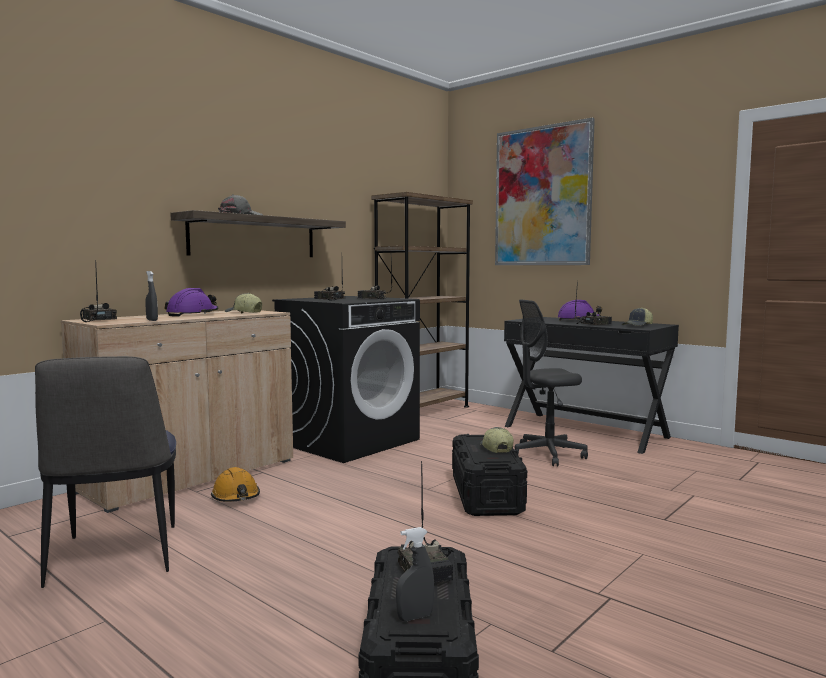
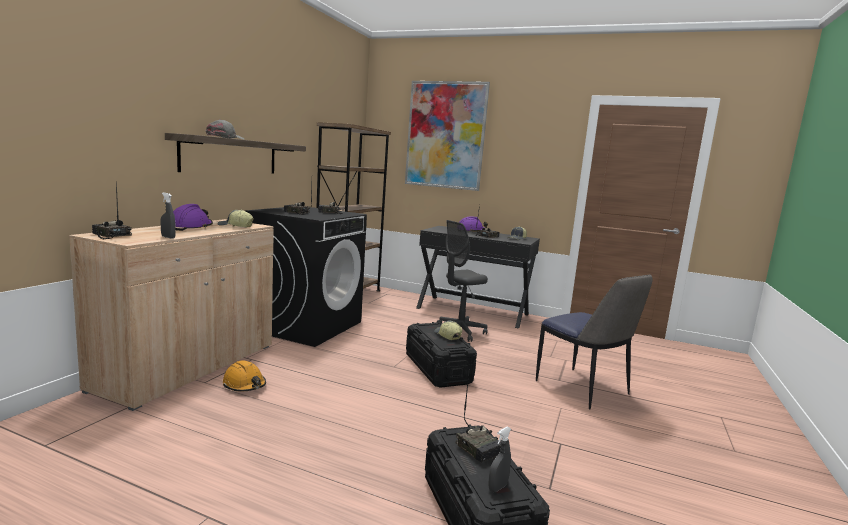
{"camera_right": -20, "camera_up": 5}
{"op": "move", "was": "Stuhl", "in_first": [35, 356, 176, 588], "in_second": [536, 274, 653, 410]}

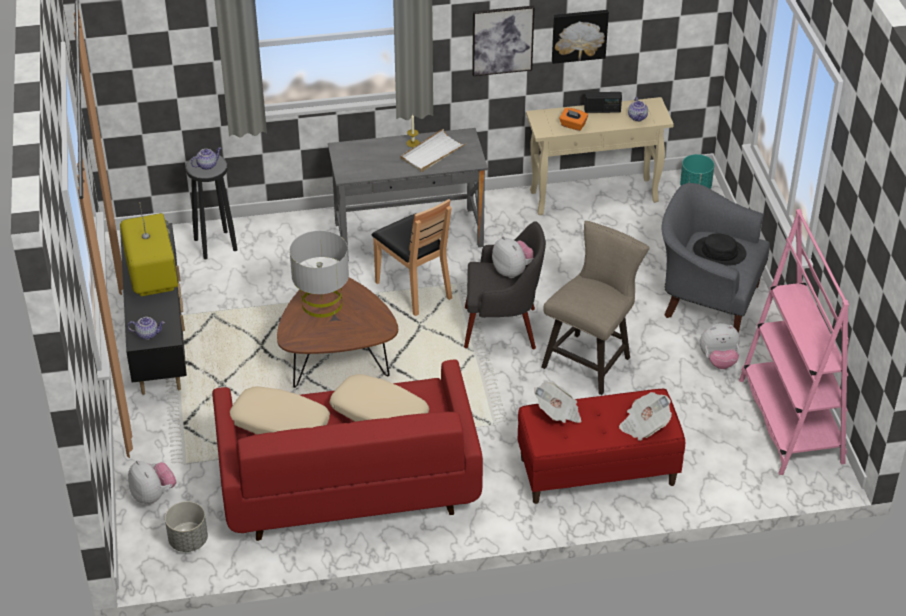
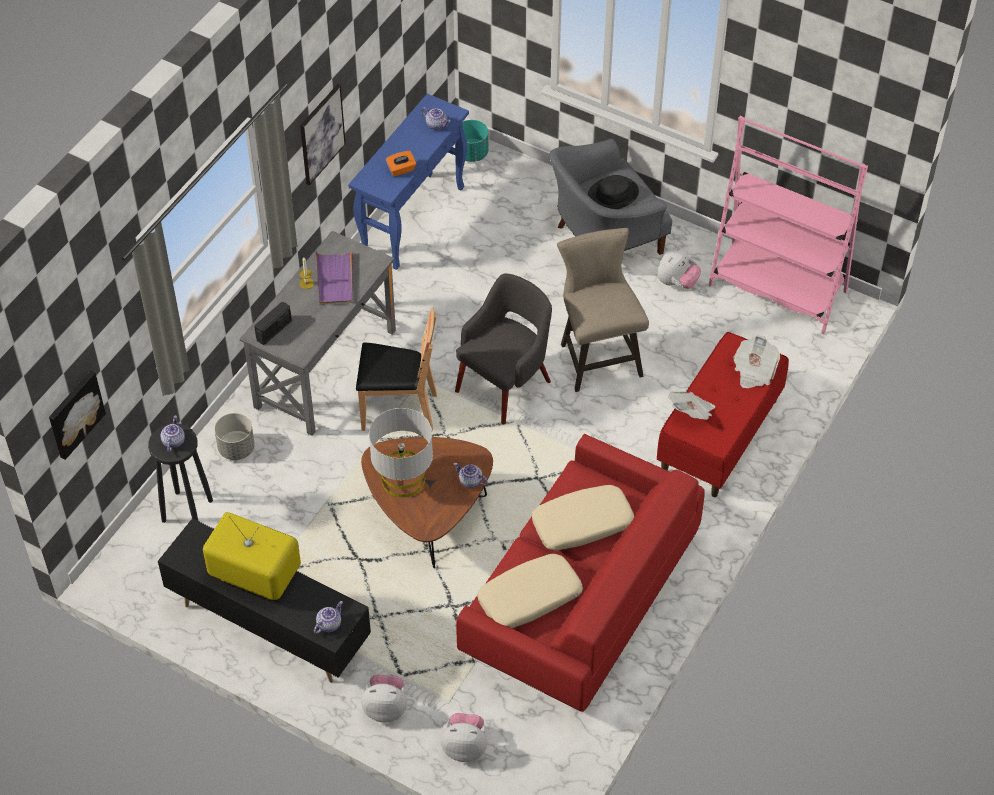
{"camera_right": -50, "camera_up": 10}
{"op": "move", "was": "Bild", "in_first": [552, 10, 609, 64], "in_second": [49, 371, 106, 460]}
{"op": "move", "was": "Pflanzkübel/grau", "in_first": [165, 501, 208, 552], "in_second": [214, 413, 255, 460]}
{"op": "move", "was": "Radio", "in_first": [584, 92, 622, 113], "in_second": [254, 302, 292, 345]}
{"op": "recolor", "was": "Tablett/weiß", "now": "Tablett/lila", "in_first": [401, 129, 467, 172], "in_second": [316, 250, 353, 305]}
{"op": "recolor", "was": "Konsolentisch/beige", "now": "Konsolentisch/blau", "in_first": [526, 97, 674, 215], "in_second": [348, 94, 469, 270]}
{"op": "move", "was": "Plüschtier", "in_first": [492, 236, 533, 278], "in_second": [361, 675, 407, 723]}
{"op": "insert", "now": "Teekanne", "in_second": [454, 463, 488, 488]}

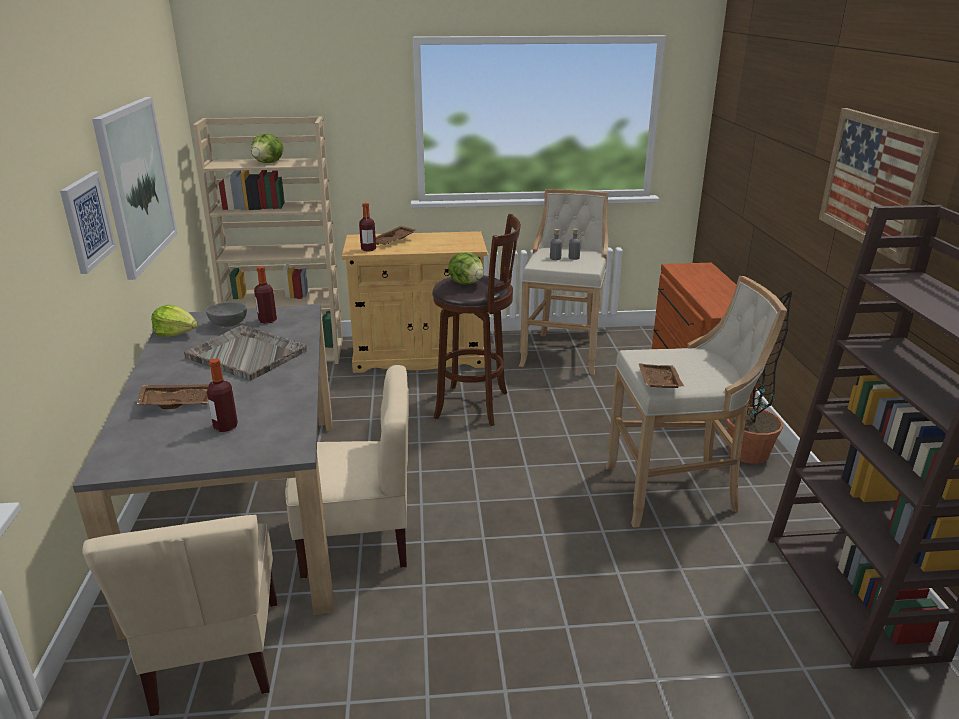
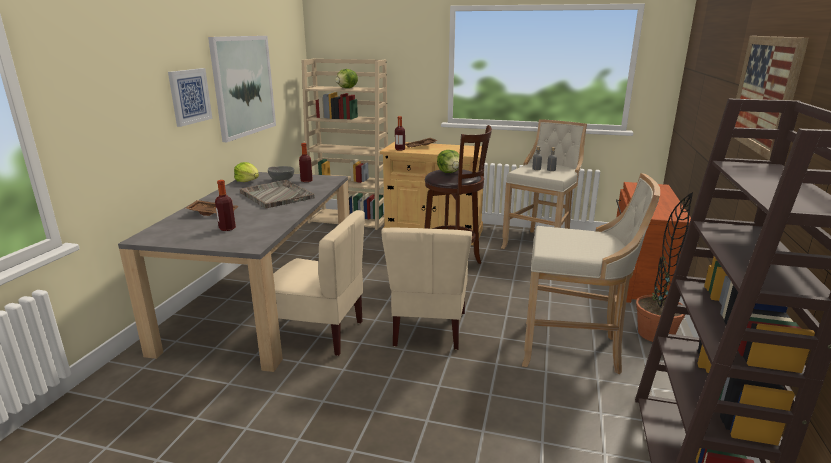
{"camera_right": 20, "camera_up": -5}
{"op": "move", "was": "Stuhl/beige", "in_first": [83, 515, 277, 716], "in_second": [382, 228, 472, 350]}
{"op": "delete", "was": "Tablett/braun", "in_first": [639, 363, 684, 388]}

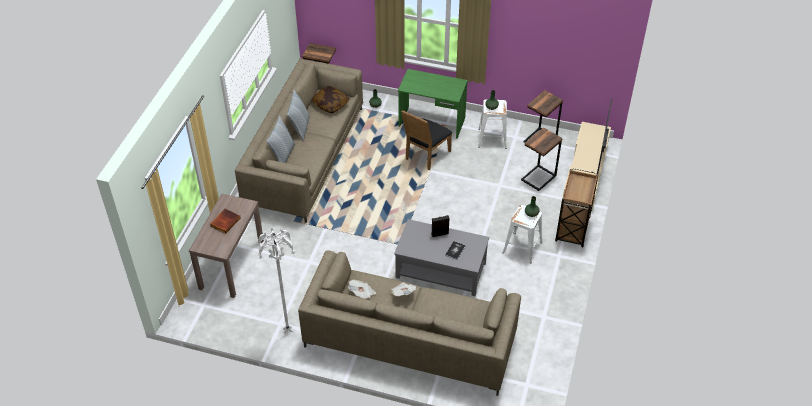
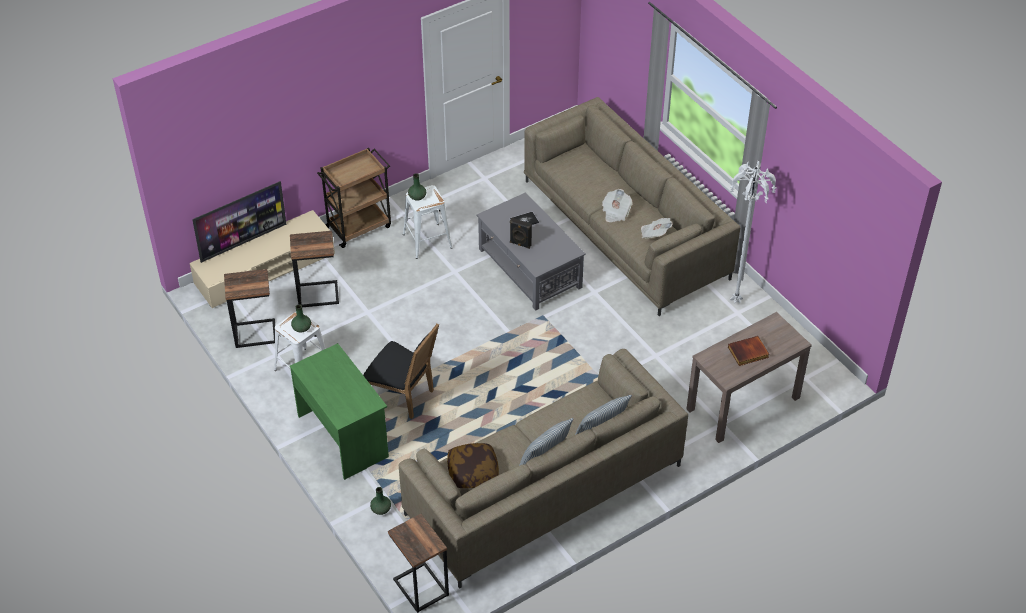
{"camera_right": -140, "camera_up": 0}
{"op": "rotate", "was": "Stuhl/schwarz", "in_first": [401, 110, 452, 170], "in_second": [363, 324, 439, 419], "clockwise": 45}

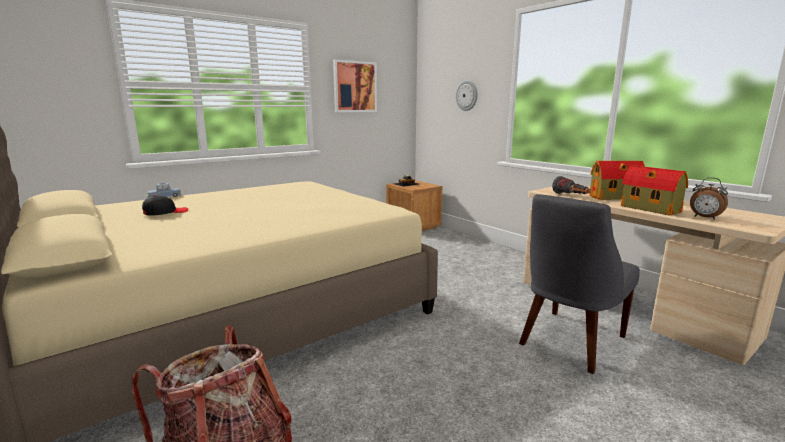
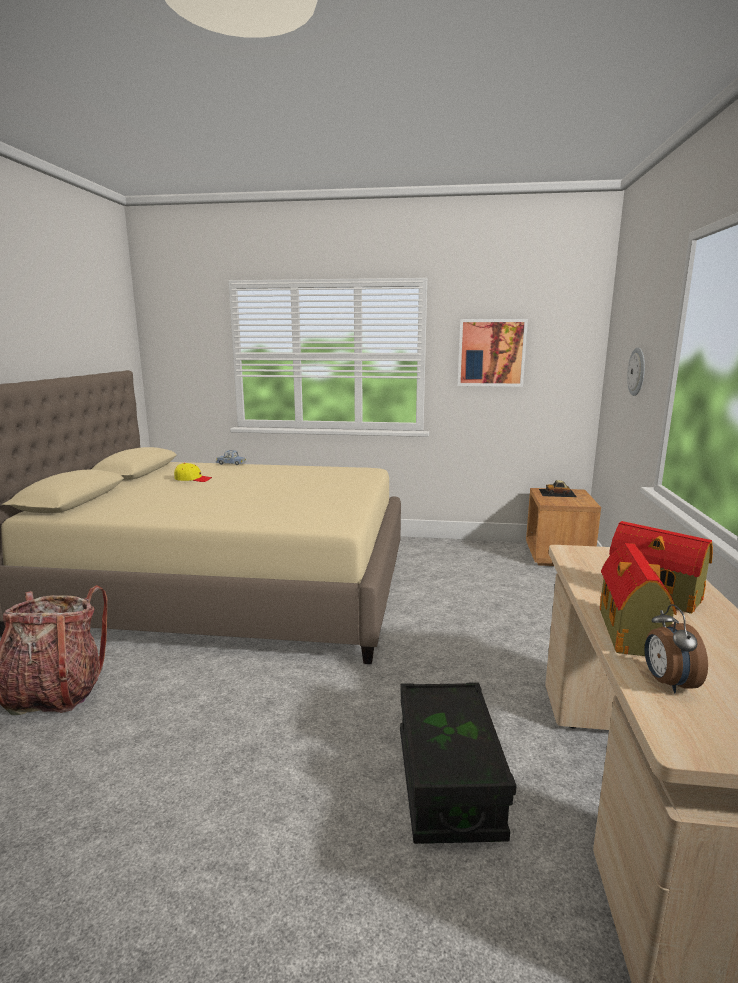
{"camera_right": 45, "camera_up": 0}
{"op": "recolor", "was": "Kappe/schwarz", "now": "Kappe/gelb", "in_first": [142, 195, 188, 216], "in_second": [174, 463, 212, 482]}
{"op": "replace", "was": "Stuhl/grau", "now": "Aufbewahrungsbox/schwarz", "in_first": [519, 194, 640, 374], "in_second": [400, 683, 517, 844]}
{"op": "delete", "was": "Taschenlampe", "in_first": [552, 176, 591, 194]}

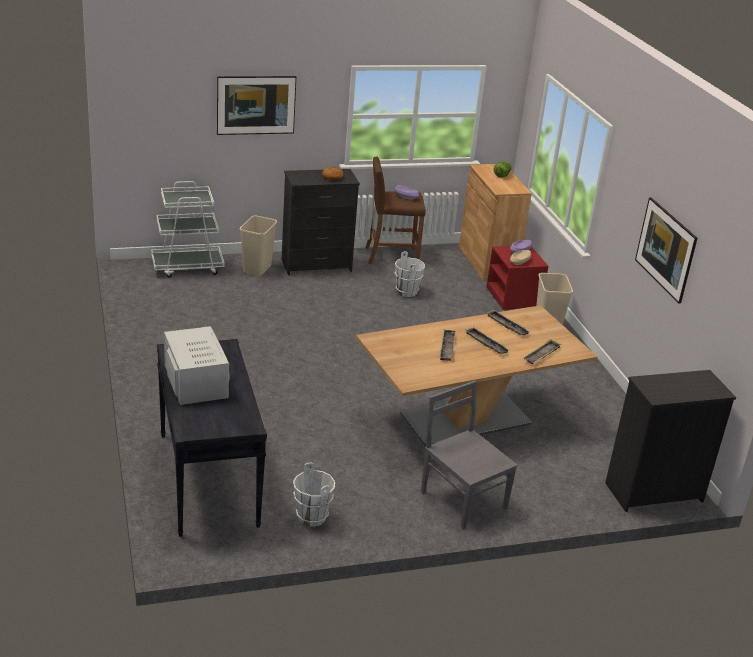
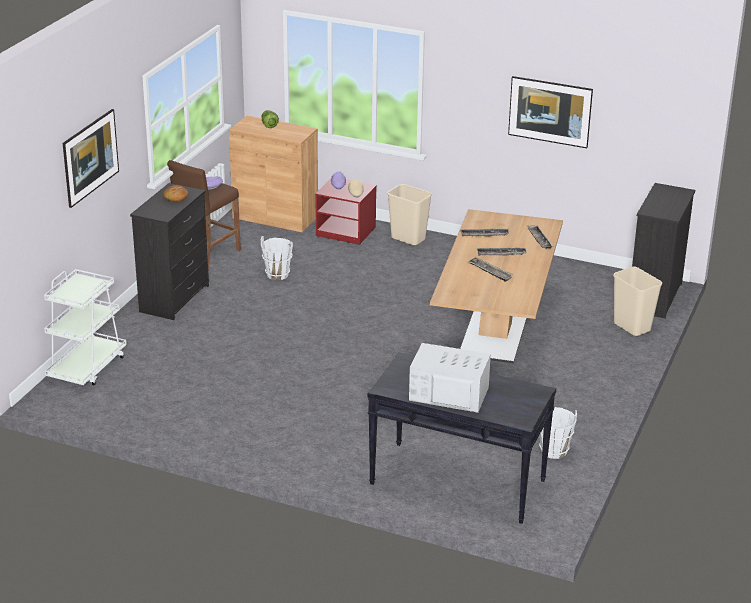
{"camera_right": -50, "camera_up": 0}
{"op": "move", "was": "Mülleimer/beige", "in_first": [240, 216, 277, 276], "in_second": [613, 266, 662, 336]}
{"op": "delete", "was": "Stuhl/grau", "in_first": [421, 381, 518, 529]}

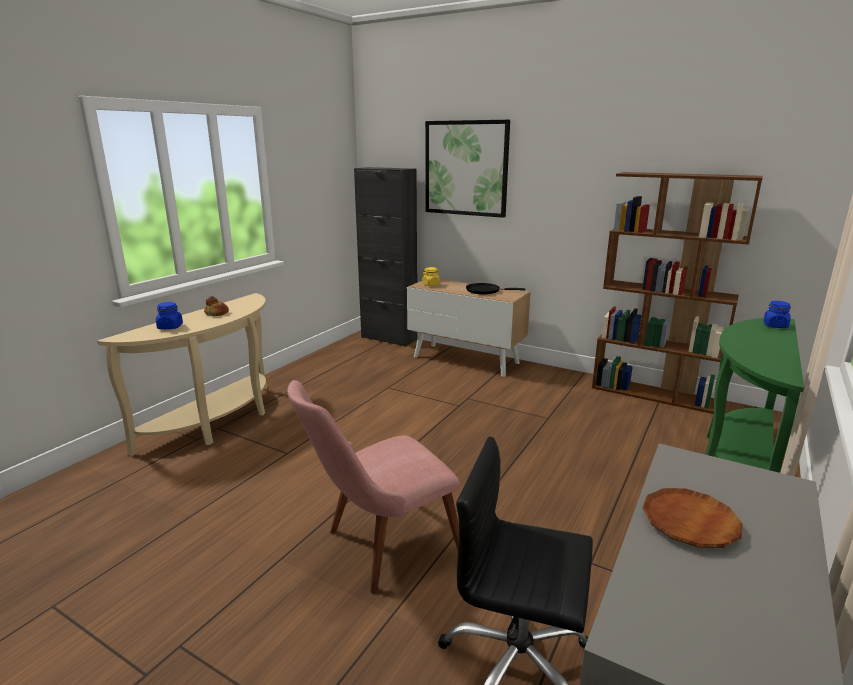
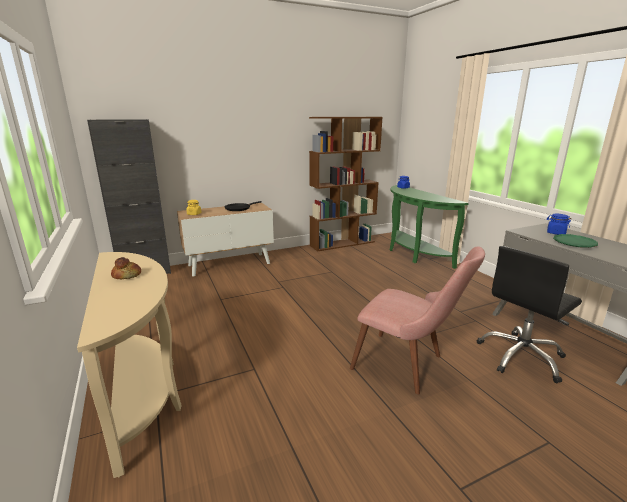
{"camera_right": -55, "camera_up": 0}
{"op": "rotate", "was": "Stuhl/rosa", "in_first": [287, 380, 460, 594], "in_second": [350, 246, 485, 395], "clockwise": -60}
{"op": "move", "was": "Vorratsglas/blau", "in_first": [156, 302, 183, 329], "in_second": [547, 214, 571, 235]}
{"op": "recolor", "was": "Teller/braun", "now": "Teller/grün", "in_first": [642, 488, 743, 548], "in_second": [553, 234, 598, 248]}
{"op": "delete", "was": "Bild", "in_first": [425, 120, 510, 218]}

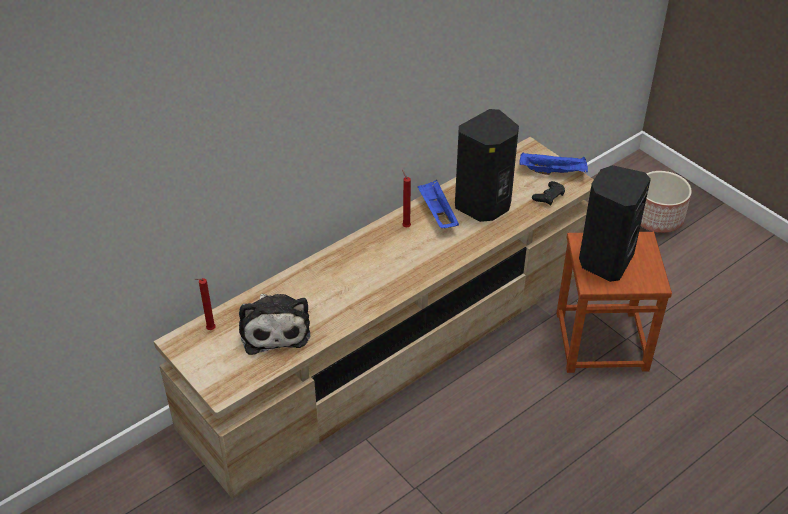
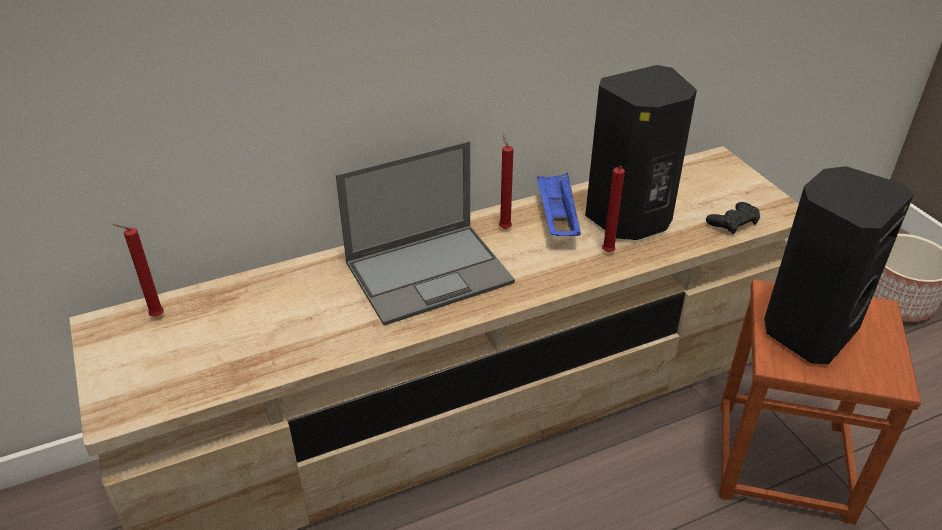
{"camera_right": 15, "camera_up": -5}
{"op": "insert", "now": "Laptop", "in_second": [336, 140, 515, 325]}
{"op": "insert", "now": "Kerze/rot", "in_second": [602, 166, 625, 252]}
{"op": "delete", "was": "Plüschtier", "in_first": [239, 294, 310, 355]}
{"op": "delete", "was": "Tablett/blau", "in_first": [519, 152, 588, 175]}

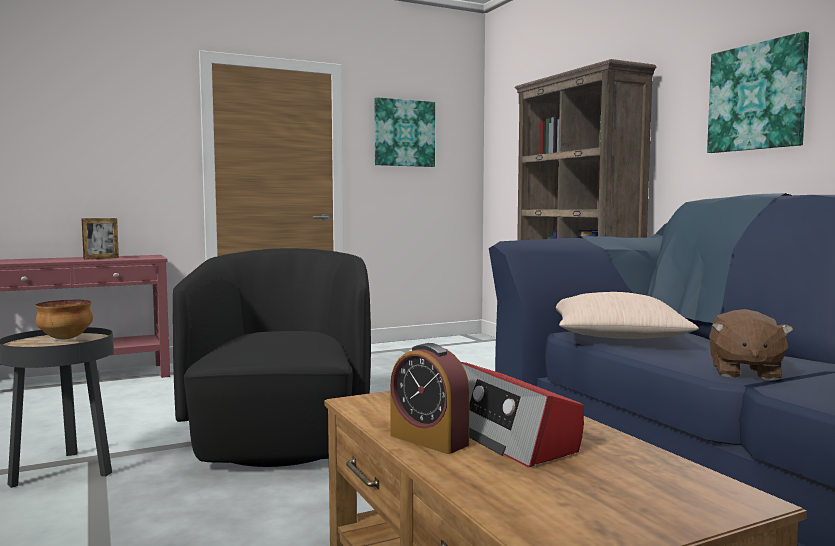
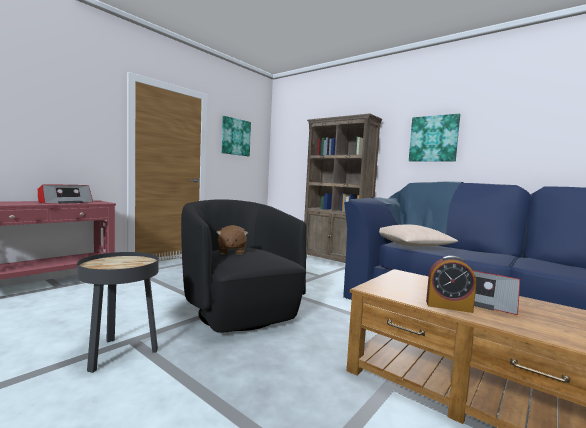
{"camera_right": -25, "camera_up": 0}
{"op": "replace", "was": "Bilderrahmen", "now": "Radio", "in_first": [82, 218, 119, 260], "in_second": [38, 184, 93, 204]}
{"op": "move", "was": "Plüschtier/braun", "in_first": [709, 309, 794, 381], "in_second": [216, 225, 248, 255]}
{"op": "delete", "was": "Schüssel", "in_first": [35, 300, 93, 340]}

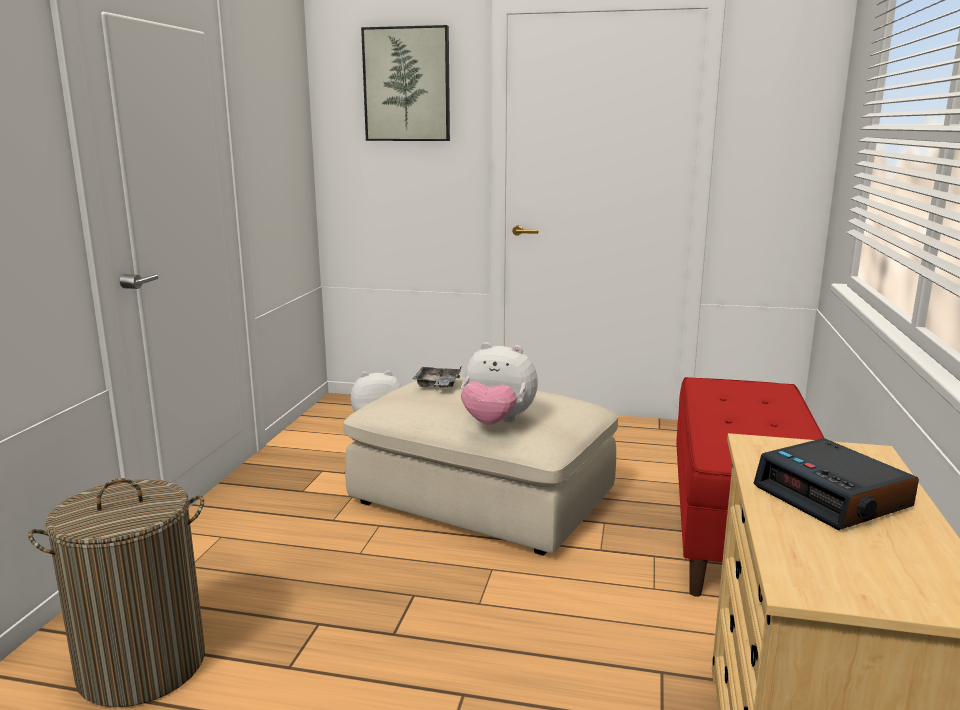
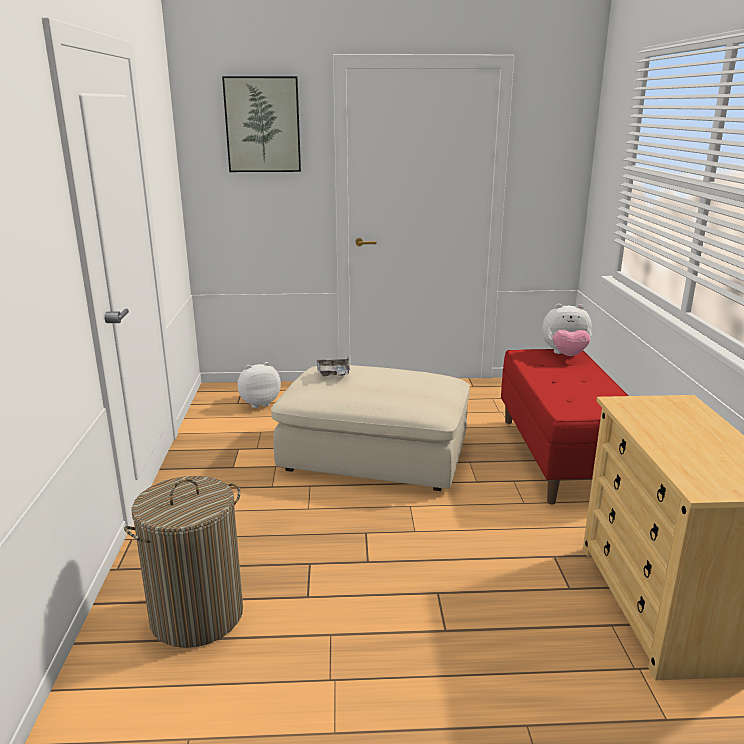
{"camera_right": -15, "camera_up": 5}
{"op": "move", "was": "Plüschtier", "in_first": [461, 342, 538, 425], "in_second": [542, 304, 592, 356]}
{"op": "delete", "was": "Wecker", "in_first": [754, 438, 919, 530]}

